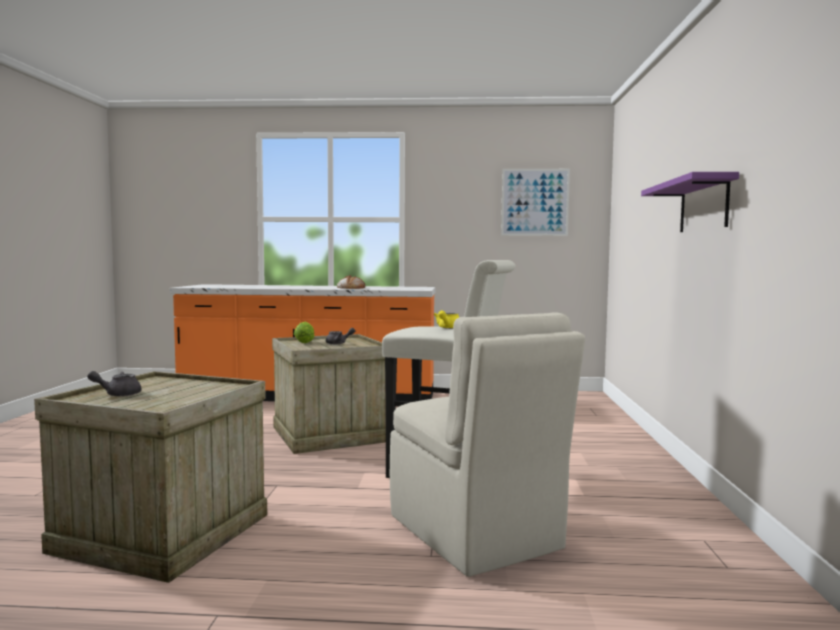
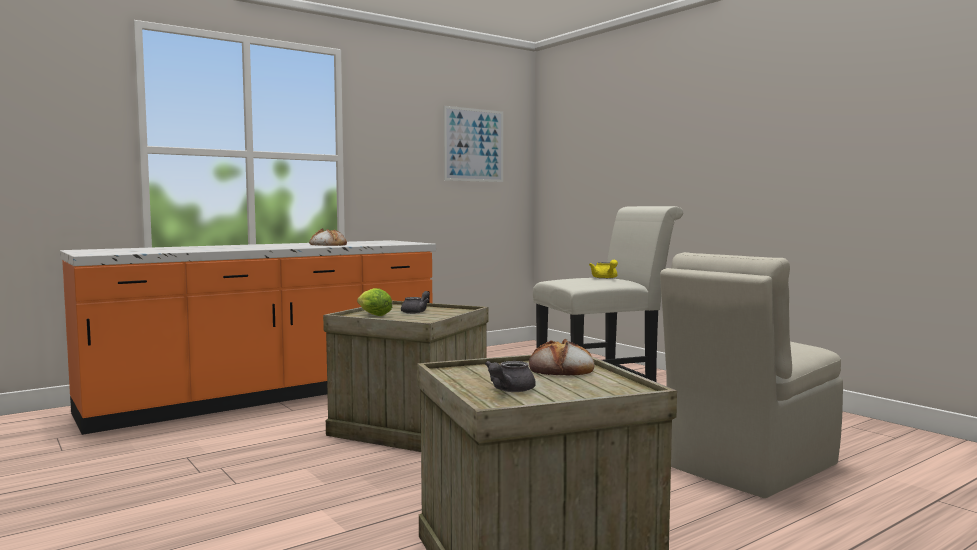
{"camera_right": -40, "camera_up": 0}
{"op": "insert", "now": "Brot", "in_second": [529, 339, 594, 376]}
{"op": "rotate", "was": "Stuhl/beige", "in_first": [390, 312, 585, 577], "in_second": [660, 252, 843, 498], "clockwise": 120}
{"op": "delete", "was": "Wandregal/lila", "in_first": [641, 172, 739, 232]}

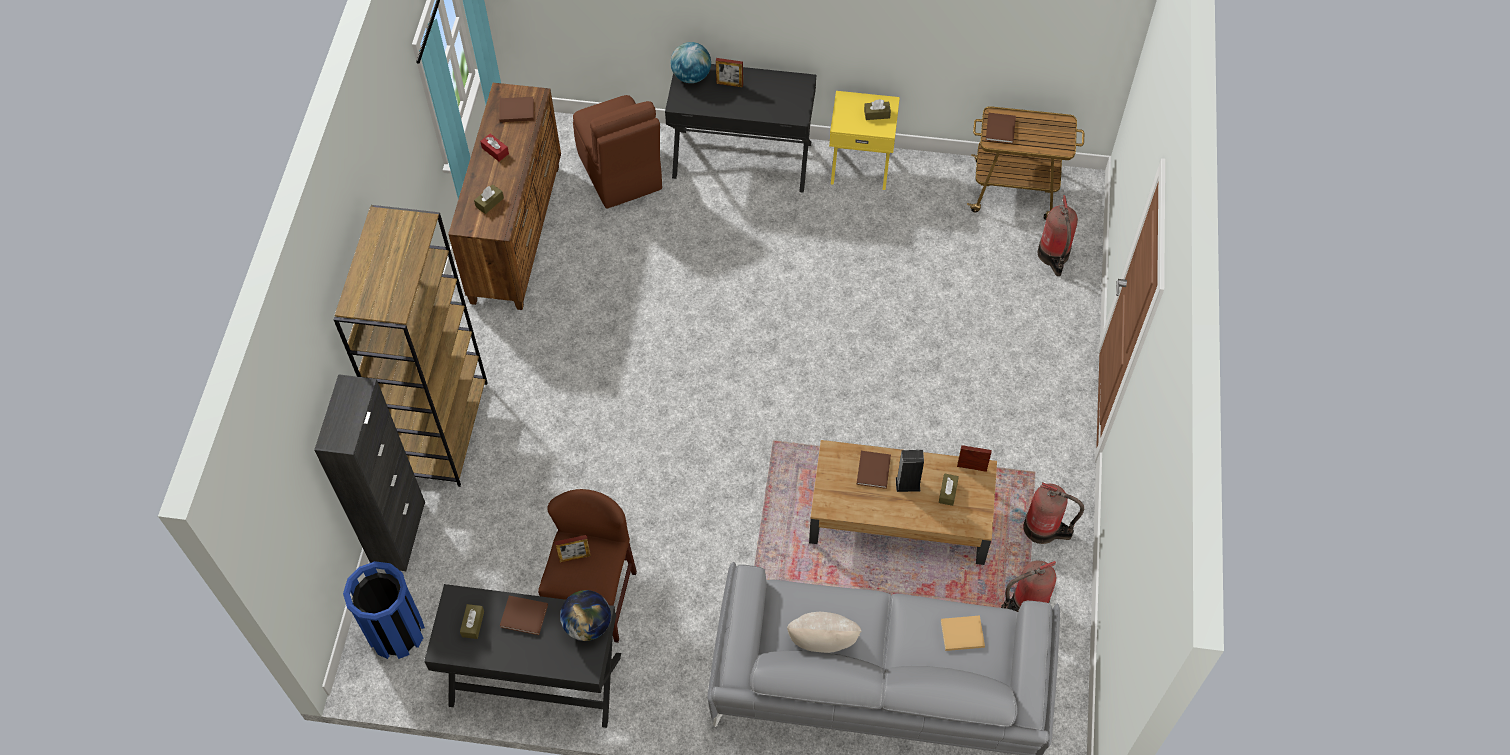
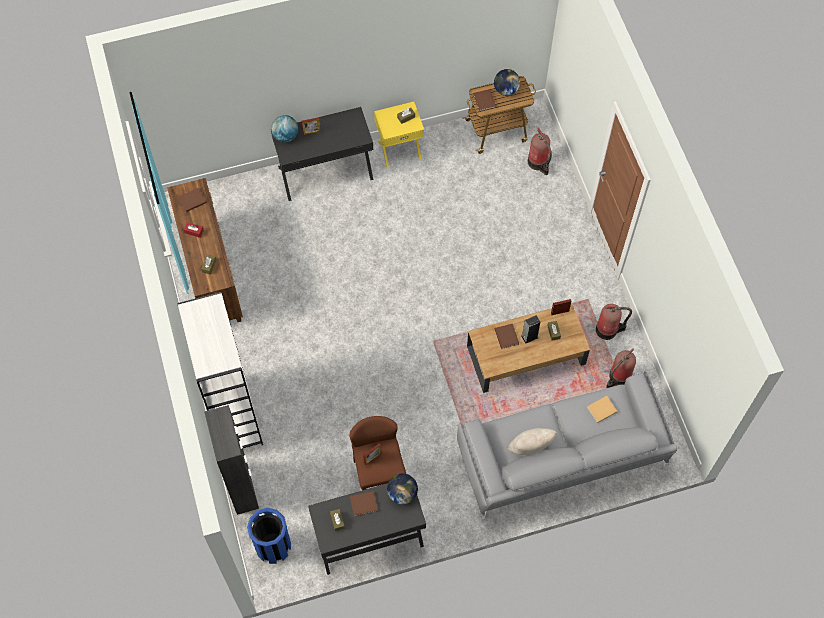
{"camera_right": -25, "camera_up": 5}
{"op": "recolor", "was": "Bücherregal/braun", "now": "Bücherregal/weiß", "in_first": [334, 205, 488, 487], "in_second": [177, 292, 263, 448]}
{"op": "insert", "now": "Globus", "in_second": [494, 69, 520, 96]}
{"op": "delete", "was": "Stuhl/braun", "in_first": [573, 95, 662, 209]}

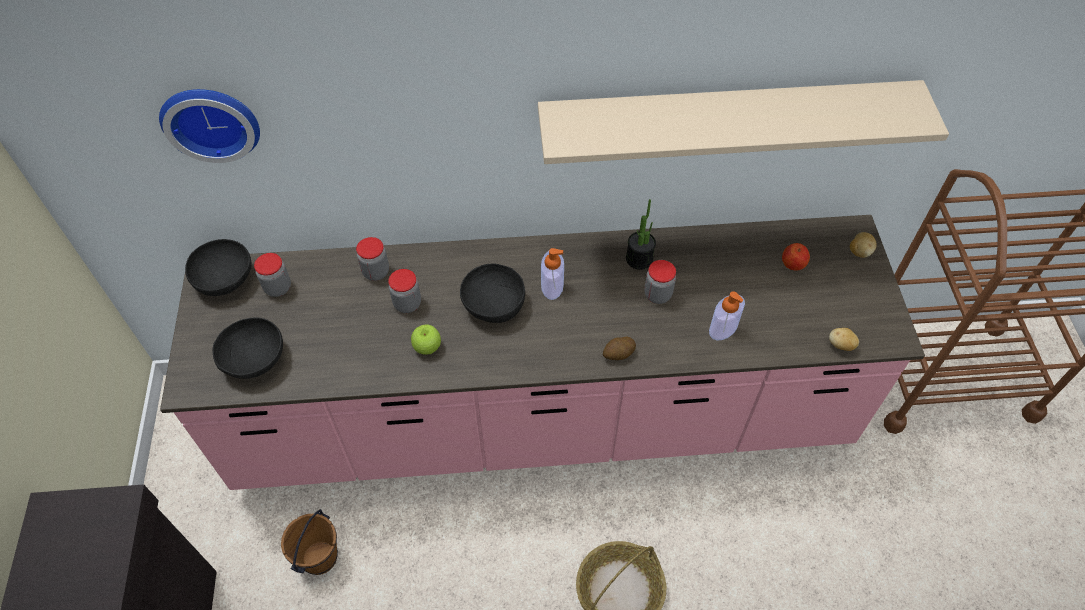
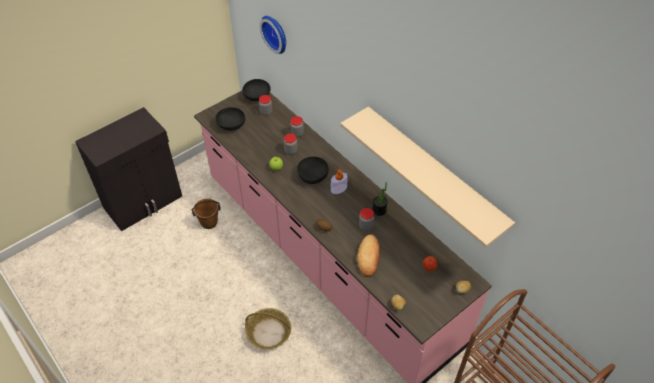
{"camera_right": 55, "camera_up": -5}
{"op": "replace", "was": "Seifenspender", "now": "Brot", "in_first": [709, 291, 745, 340], "in_second": [357, 234, 380, 277]}

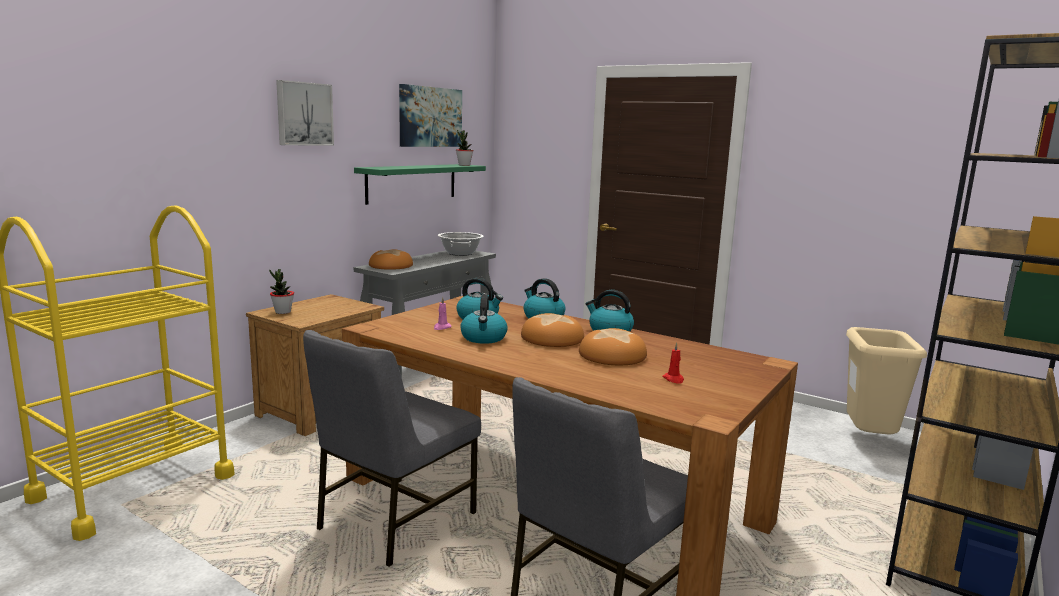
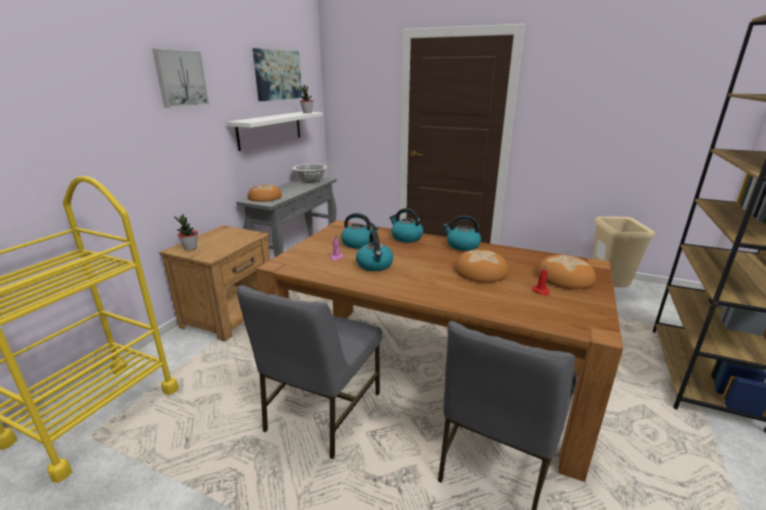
{"camera_right": -10, "camera_up": 10}
{"op": "recolor", "was": "Wandregal/grün", "now": "Wandregal/weiß", "in_first": [354, 164, 486, 205], "in_second": [226, 112, 323, 151]}
{"op": "move", "was": "Brot", "in_first": [521, 313, 584, 347], "in_second": [537, 255, 596, 289]}

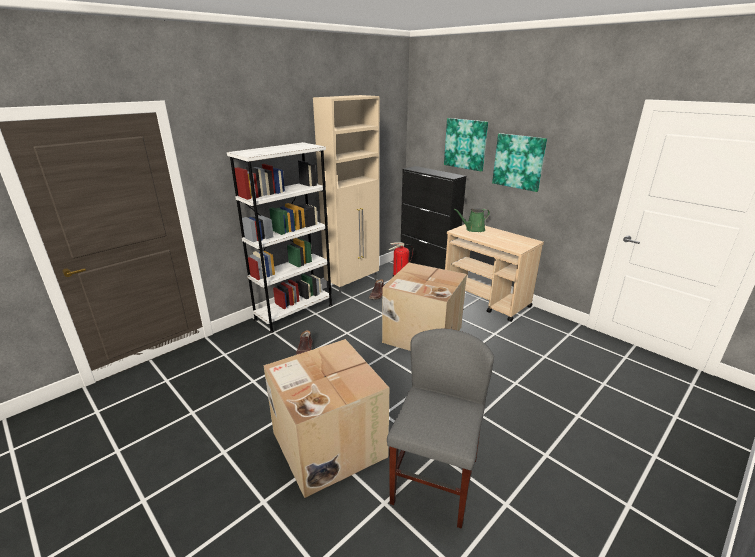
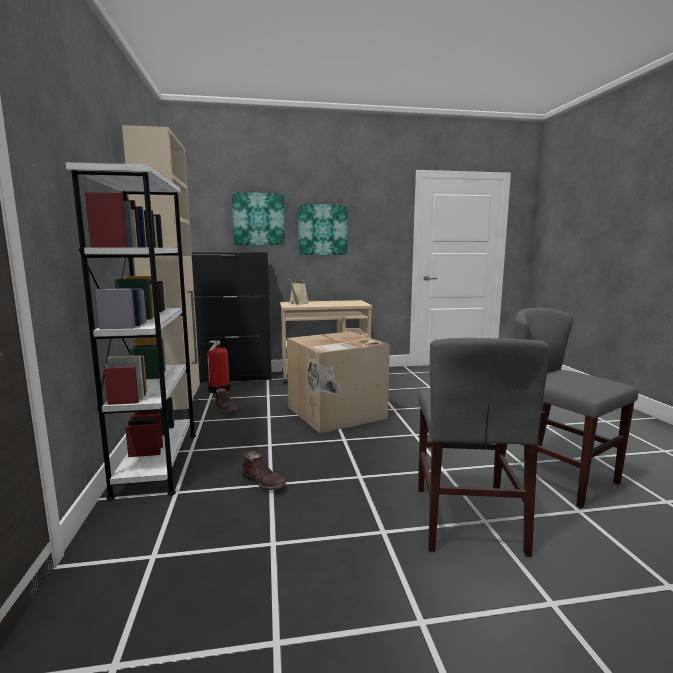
{"camera_right": -55, "camera_up": -15}
{"op": "recolor", "was": "Gießkanne/grün", "now": "Gießkanne/beige", "in_first": [454, 208, 490, 232], "in_second": [288, 279, 309, 305]}
{"op": "replace", "was": "Karton", "now": "Stuhl/grau", "in_first": [263, 339, 389, 498], "in_second": [418, 338, 549, 557]}

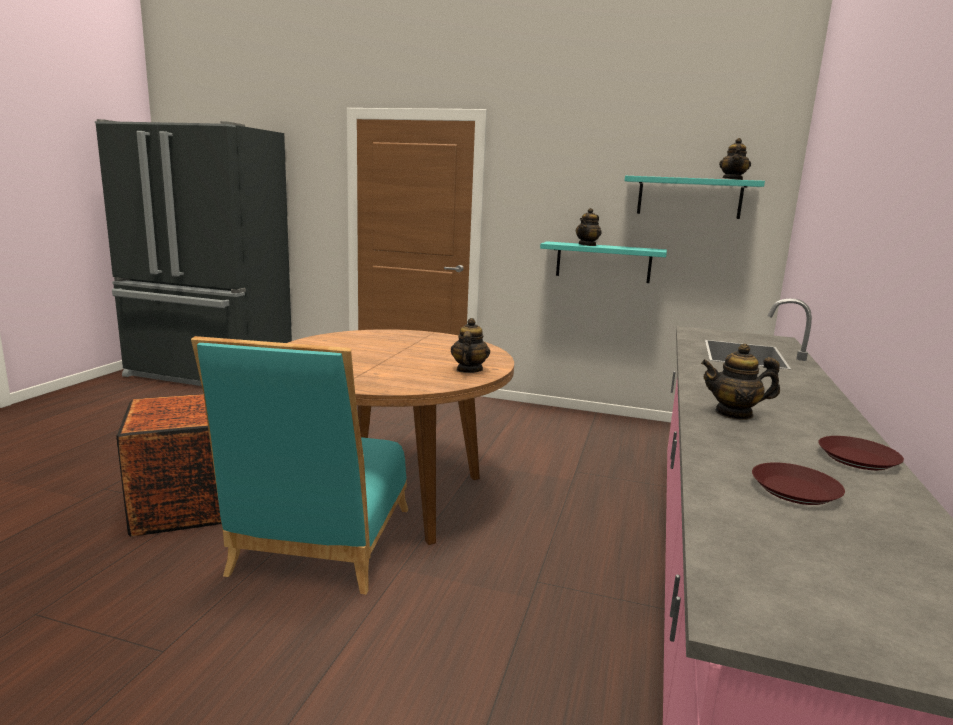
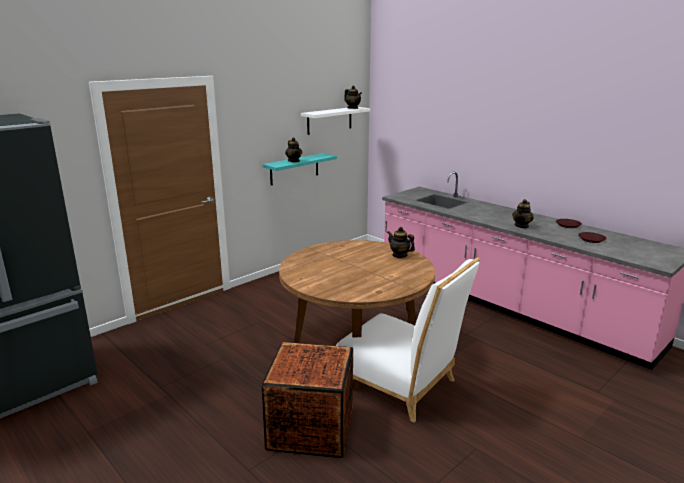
{"camera_right": -60, "camera_up": 5}
{"op": "recolor", "was": "Wandregal/türkis", "now": "Wandregal/weiß", "in_first": [625, 176, 765, 219], "in_second": [301, 107, 371, 135]}
{"op": "recolor", "was": "Stuhl/türkis", "now": "Stuhl/weiß", "in_first": [191, 336, 408, 594], "in_second": [336, 258, 480, 423]}

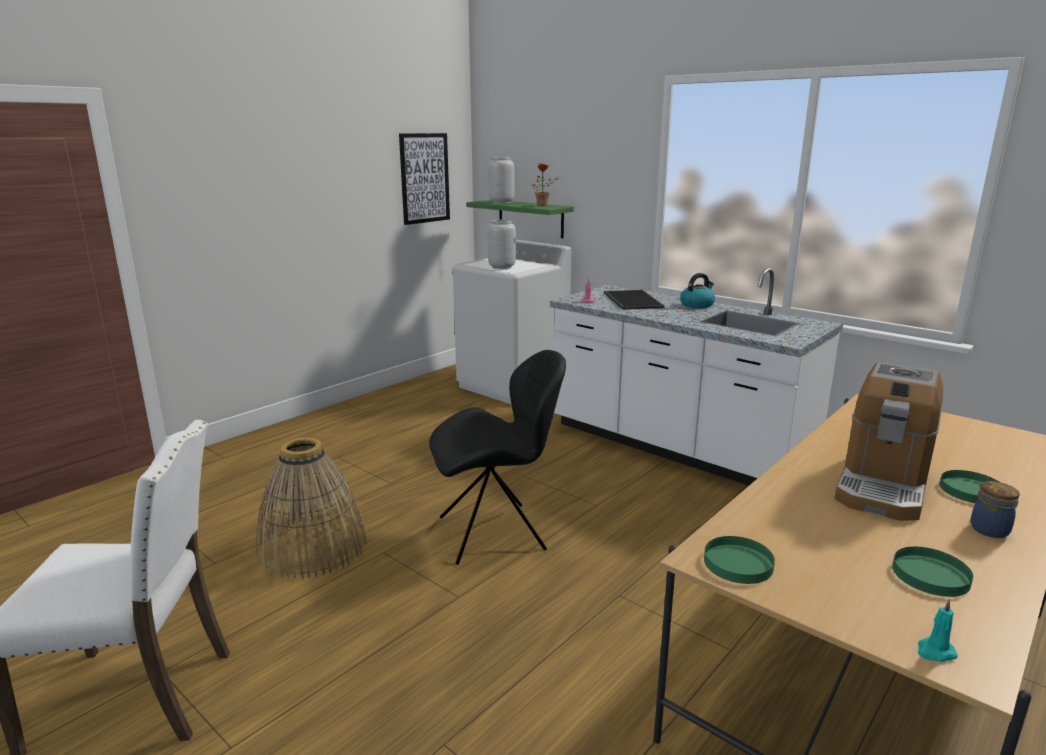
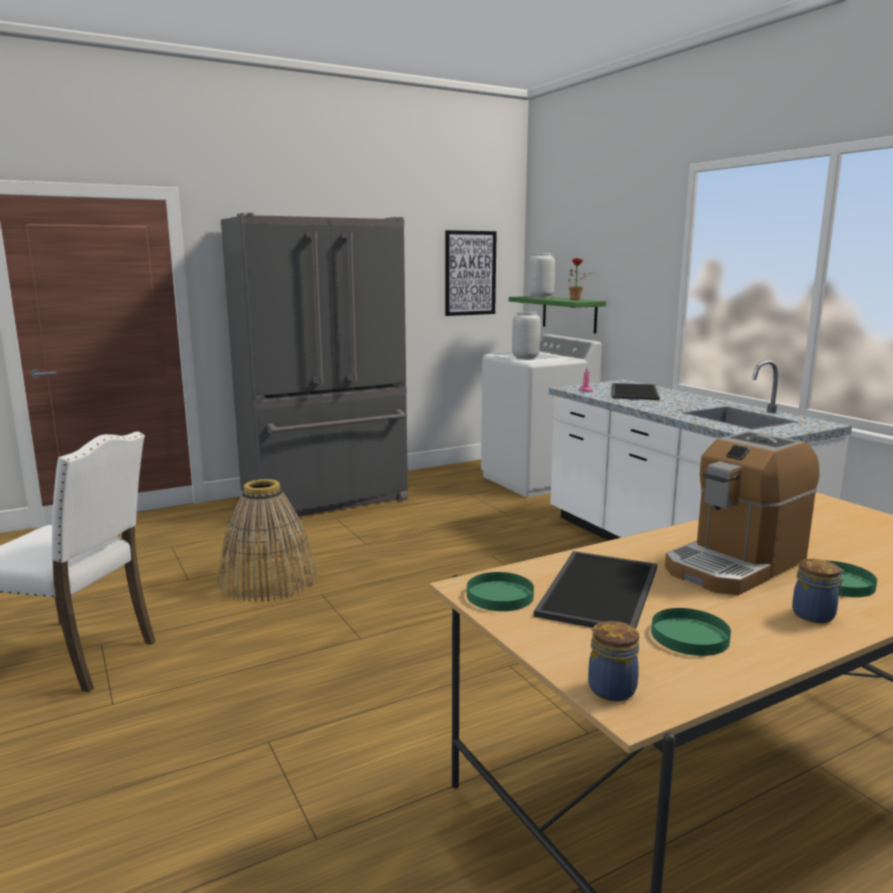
{"camera_right": 20, "camera_up": -5}
{"op": "insert", "now": "Kühlschrank/grau", "in_second": [221, 213, 408, 523]}
{"op": "insert", "now": "Tablett", "in_second": [534, 551, 657, 628]}
{"op": "replace", "was": "Kerze/türkis", "now": "Vorratsglas", "in_first": [918, 599, 958, 662], "in_second": [588, 621, 639, 701]}
{"op": "delete", "was": "Stuhl/schwarz", "in_first": [429, 350, 566, 565]}
{"op": "delete", "was": "Wasserkessel", "in_first": [680, 273, 715, 308]}

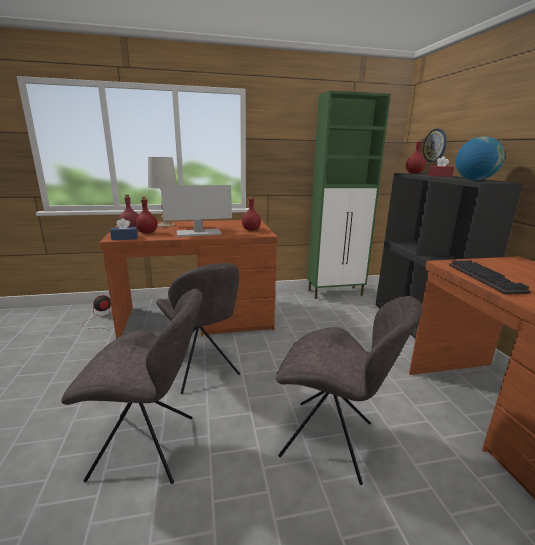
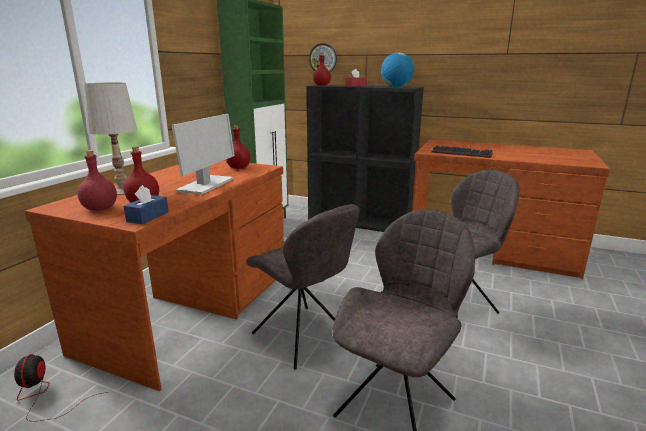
{"camera_right": -55, "camera_up": 0}
{"op": "rotate", "was": "Stuhl/grau", "in_first": [156, 263, 240, 394], "in_second": [246, 204, 360, 370], "clockwise": 45}

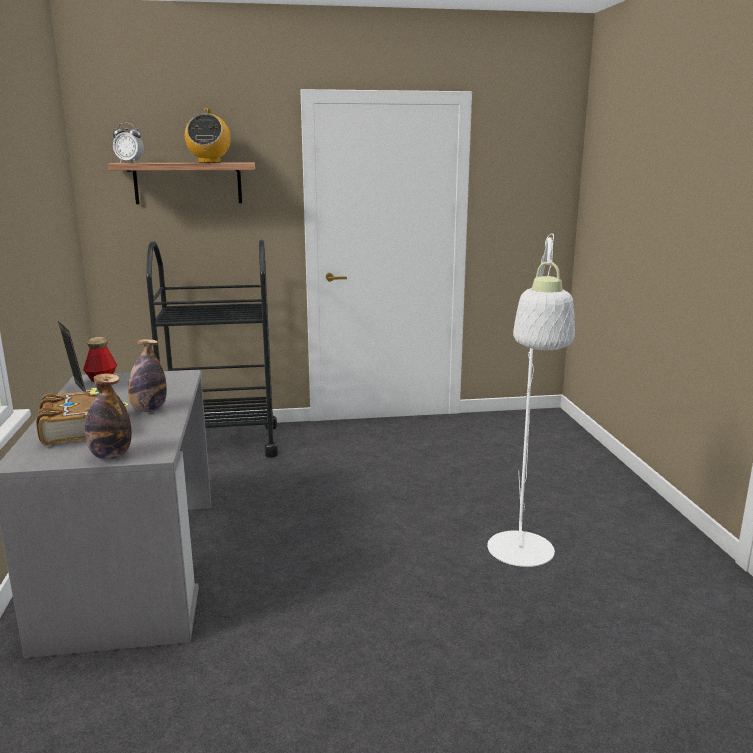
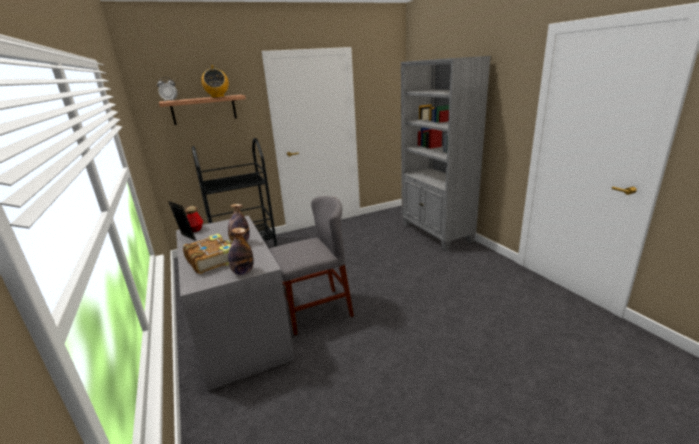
{"camera_right": -15, "camera_up": 5}
{"op": "insert", "now": "Stuhl/grau", "in_second": [269, 196, 354, 335]}
{"op": "insert", "now": "Bücherregal/grau", "in_second": [401, 56, 491, 251]}
{"op": "delete", "was": "Stehlampe/weiß", "in_first": [487, 233, 575, 567]}

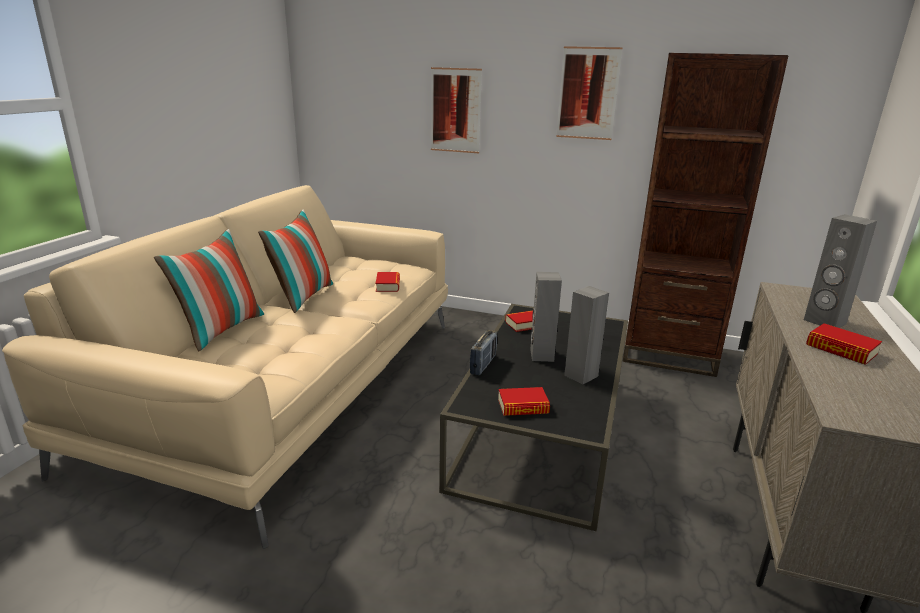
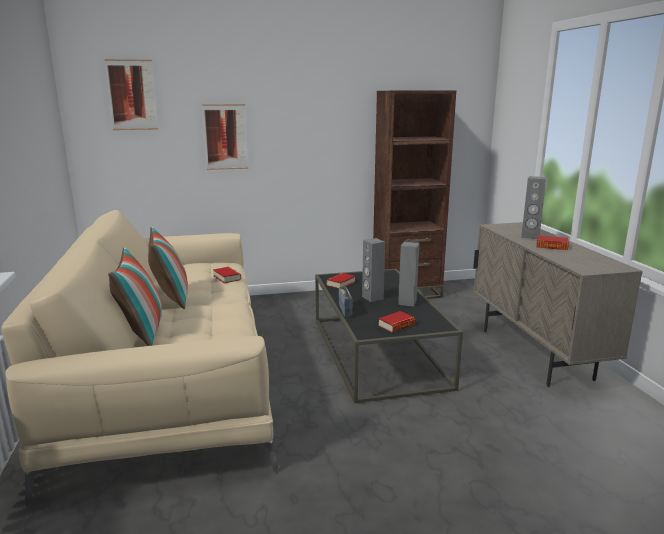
{"camera_right": -30, "camera_up": -5}
{"op": "move", "was": "Bild", "in_first": [556, 46, 623, 140], "in_second": [105, 59, 158, 130]}

